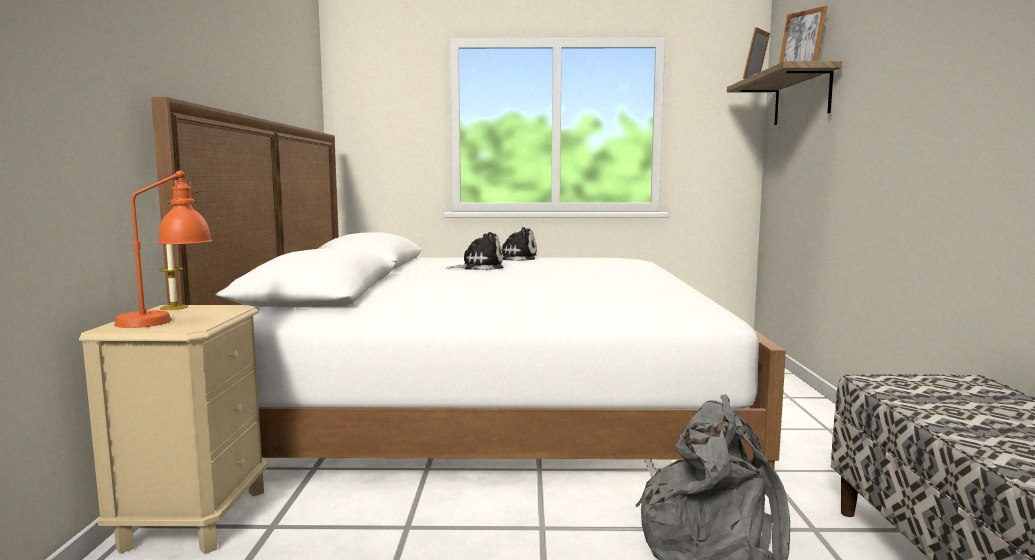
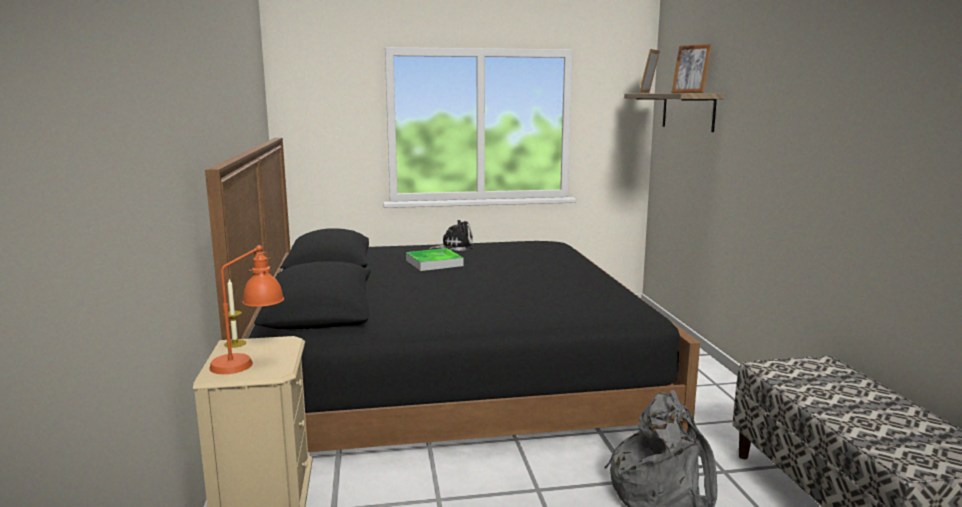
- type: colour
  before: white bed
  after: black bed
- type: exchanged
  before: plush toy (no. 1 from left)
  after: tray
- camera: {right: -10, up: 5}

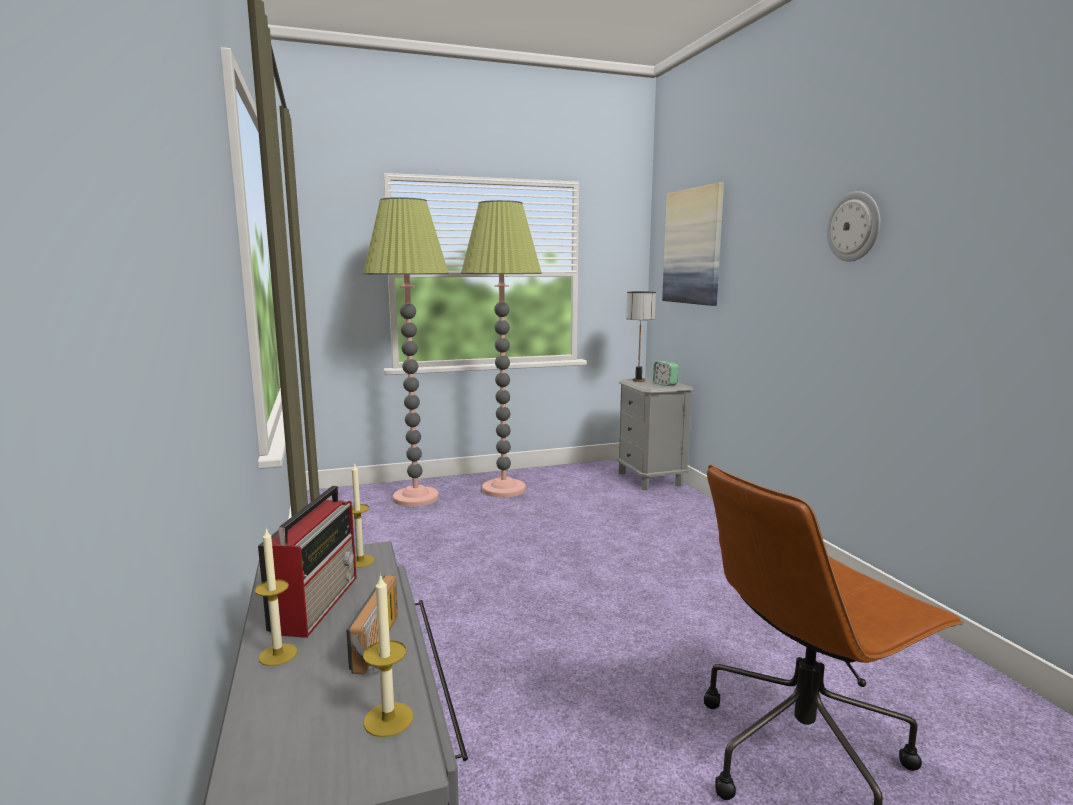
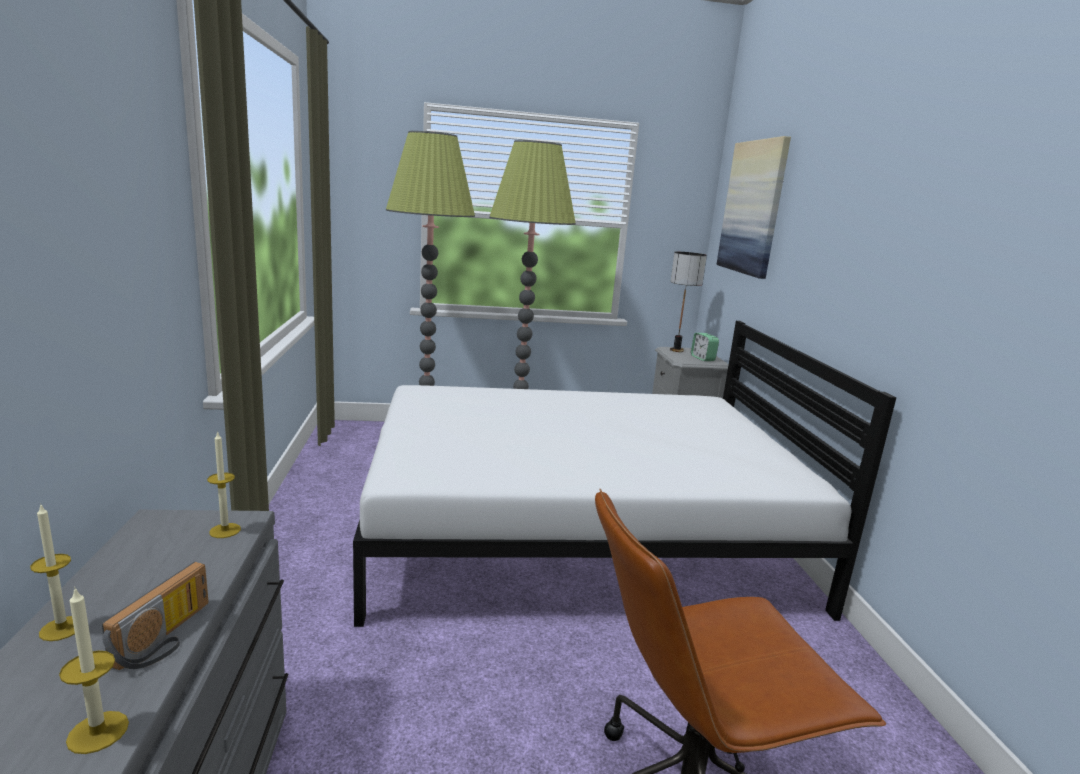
- type: missing
  before: radio (no. 1 from left)
- type: missing
  before: wall clock
- type: appeared
  after: white bed
- camera: {right: 10, up: 5}

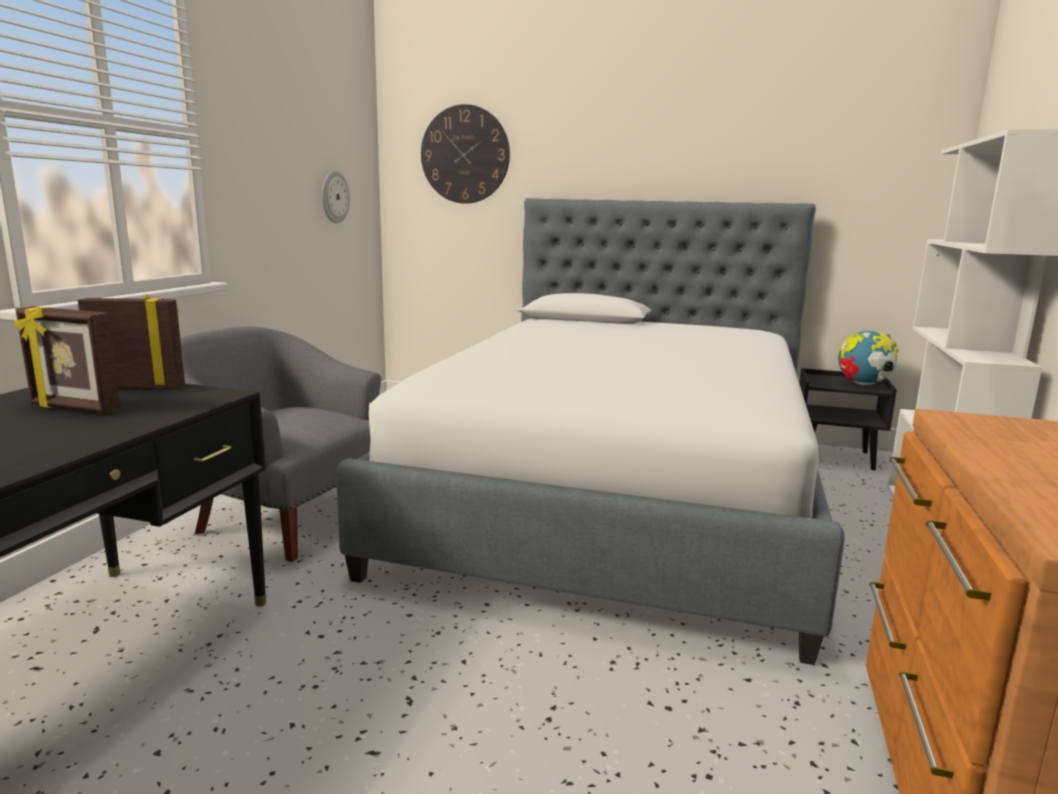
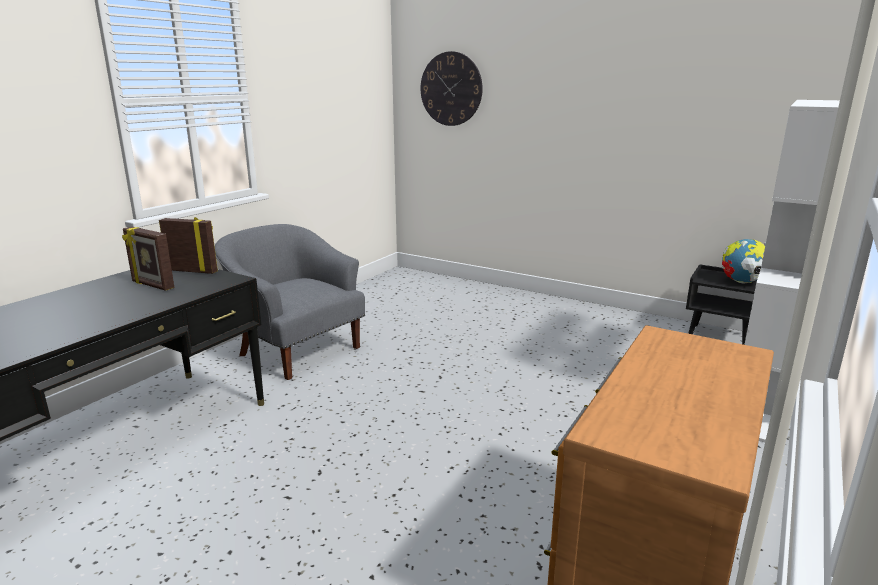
- type: missing
  before: wall clock (no. 1 from left)
- type: missing
  before: bed
- camera: {right: 15, up: 5}

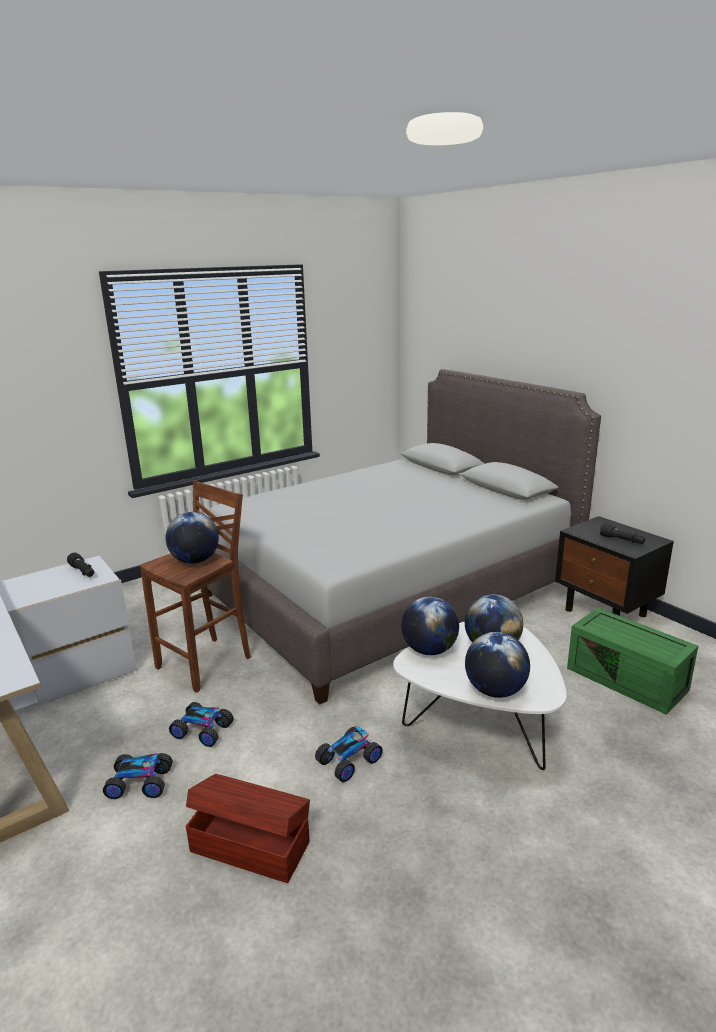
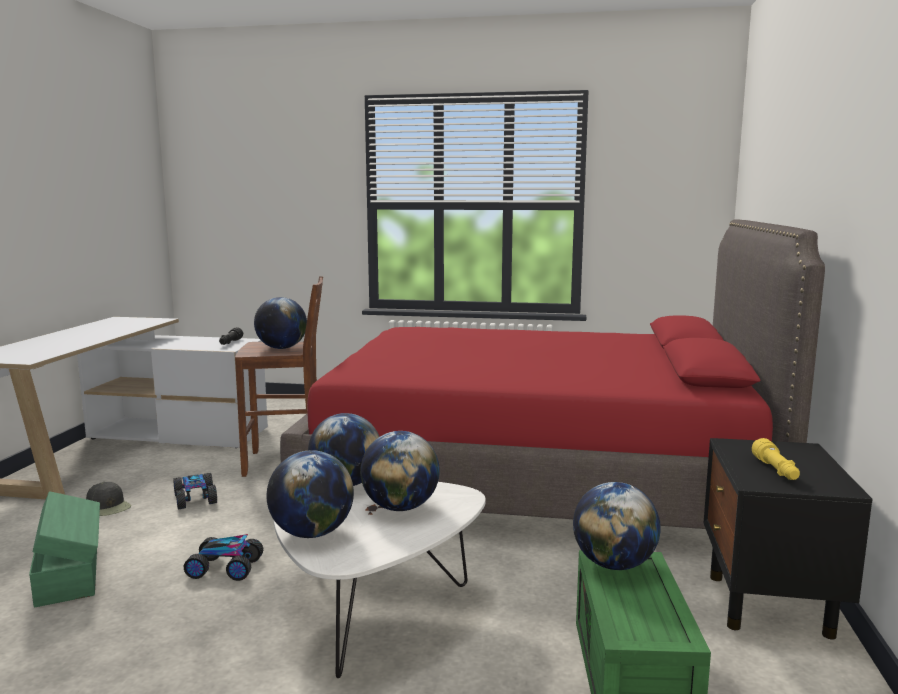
- type: exchanged
  before: toy car (no. 1 from left)
  after: black cap
- type: colour
  before: brown storage box
  after: green storage box (no. 1 from left)
- type: colour
  before: grey bed
  after: red bed
- type: colour
  before: black flashlight (no. 2 from left)
  after: yellow flashlight
- type: appeared
  after: globe (no. 5 from left)
- camera: {right: 45, up: -10}

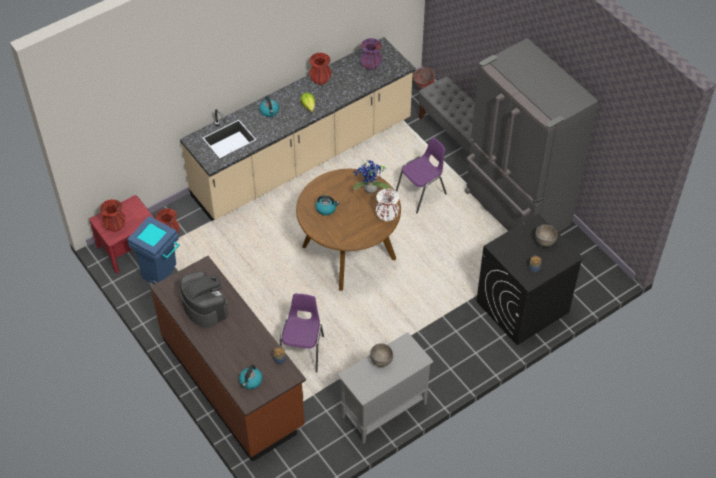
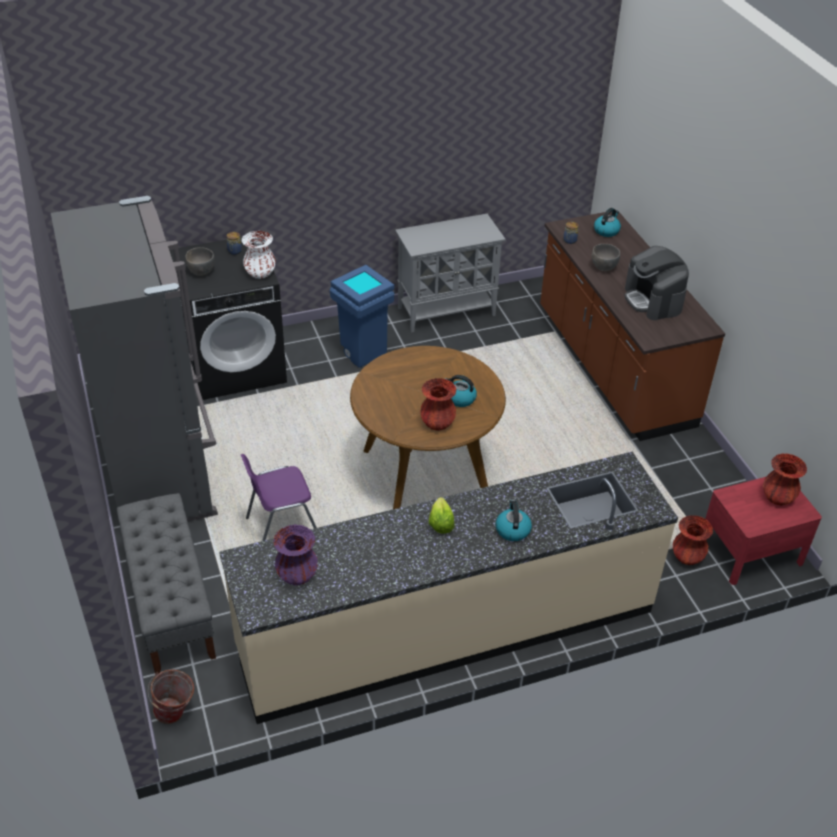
- type: relocated
  before: blue trash can
- type: missing
  before: purple chair (no. 1 from left)
- type: relocated
  before: red vase (no. 3 from left in the first image)
  after: red vase (no. 1 from left)
- type: missing
  before: potted plant
- type: relocated
  before: grey bowl (no. 1 from left in the first image)
  after: grey bowl (no. 2 from left)
- type: relocated
  before: white vase
- camera: {right: -165, up: -10}

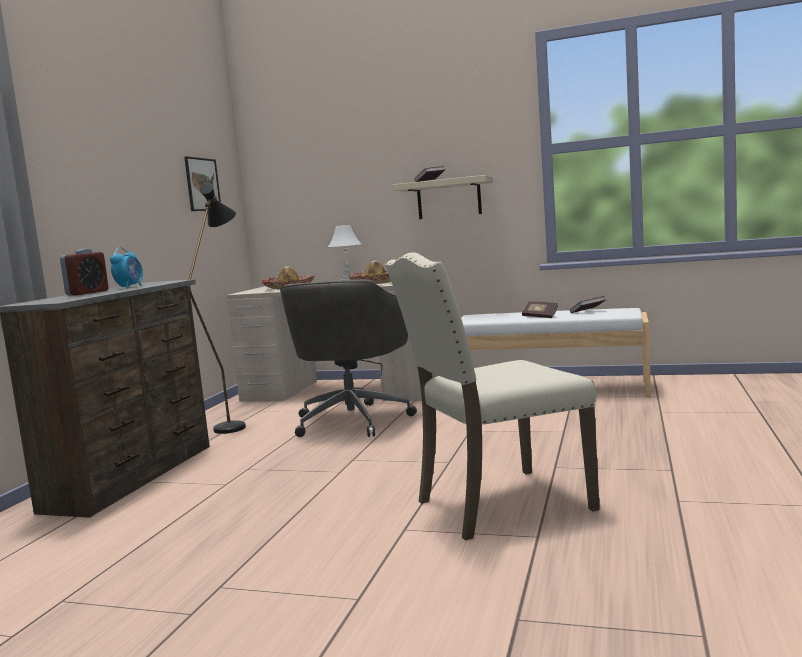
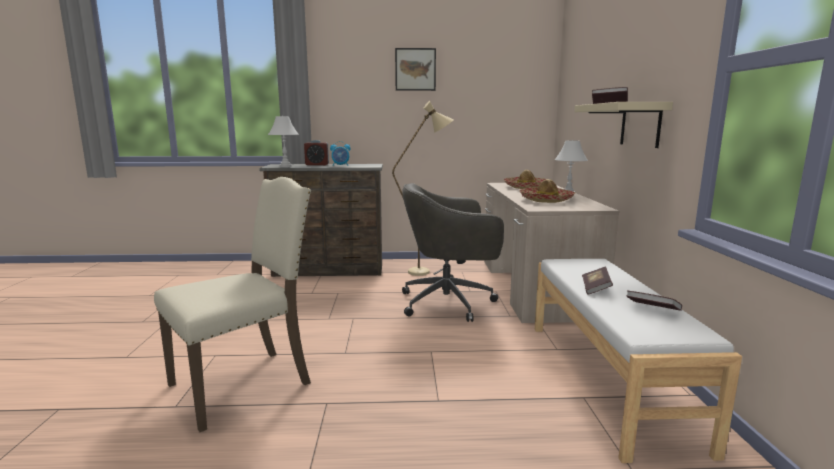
- type: relocated
  before: picture
- type: colour
  before: black floor lamp
  after: beige floor lamp
- type: spun
  before: beige chair
  turn: 90
- type: appeared
  after: white table lamp (no. 1 from left)
- camera: {right: 70, up: 5}

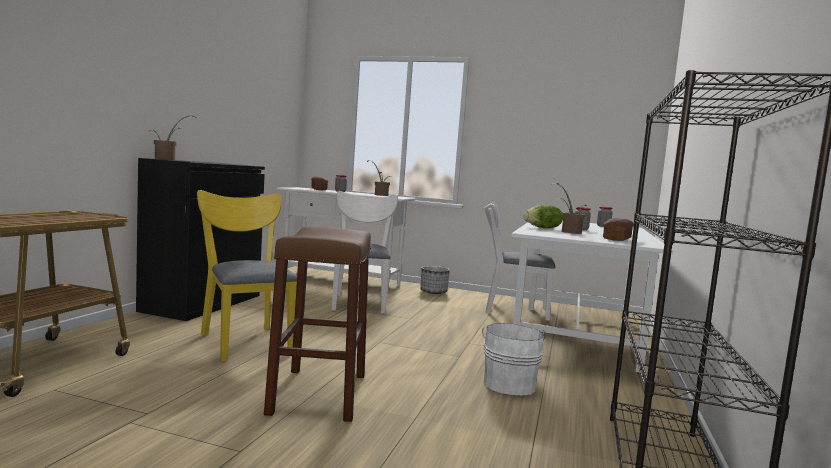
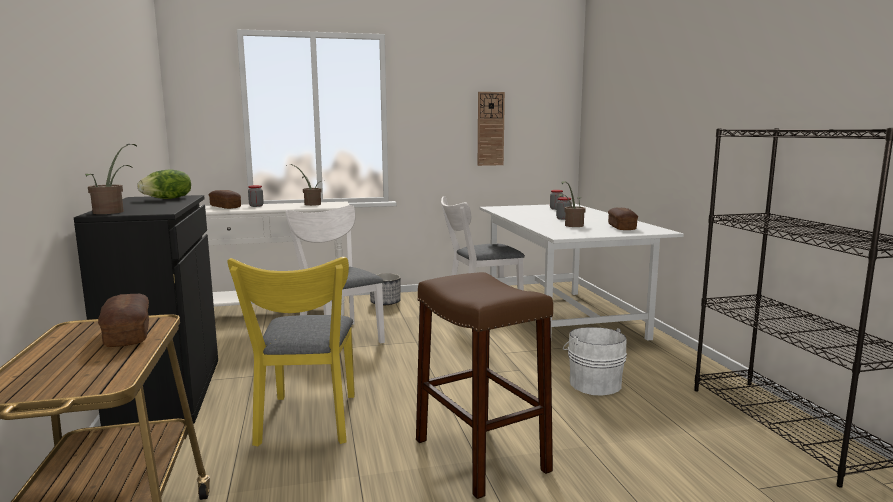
- type: spun
  before: yellow chair
  turn: -120
- type: relocated
  before: lettuce
- type: appeared
  after: bread (no. 1 from left)
- type: appeared
  after: wall clock
- camera: {right: -30, up: 5}

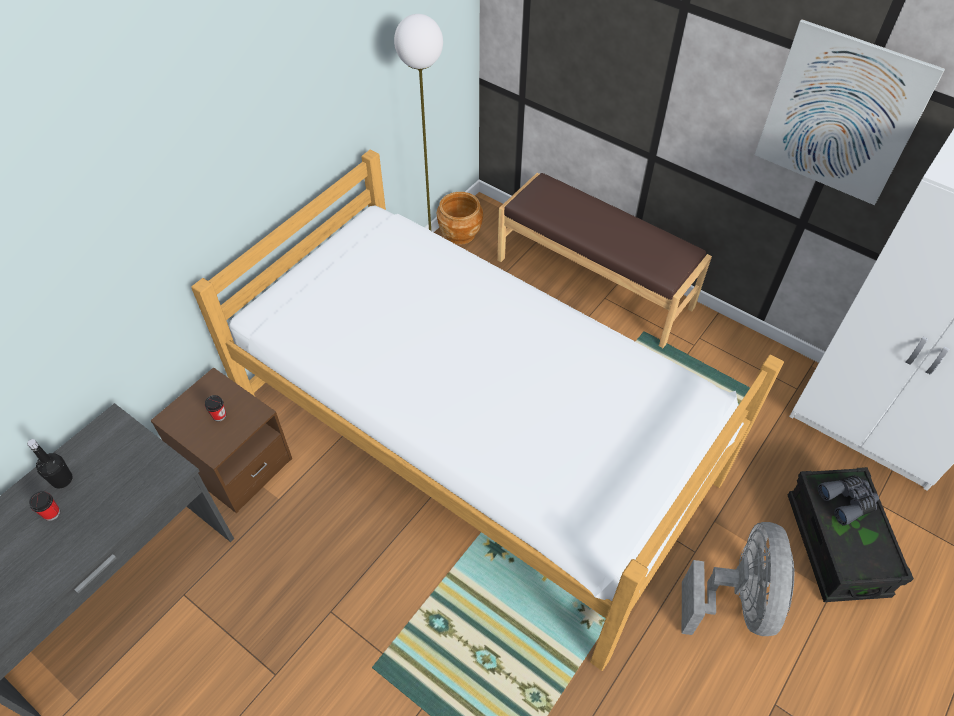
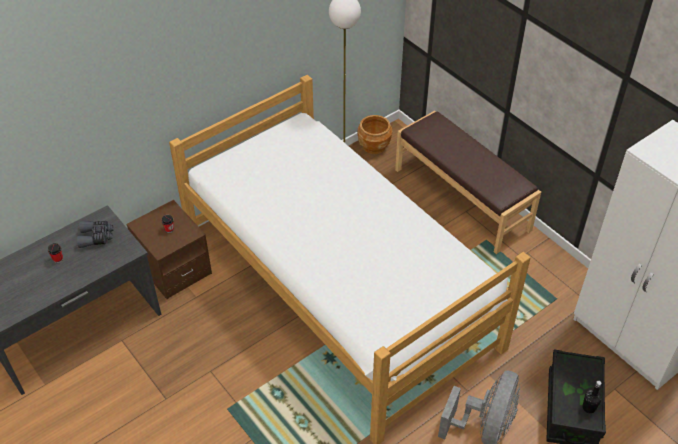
- type: relocated
  before: black bottle
- type: missing
  before: picture
- type: relocated
  before: grey binoculars
- camera: {right: 15, up: -5}

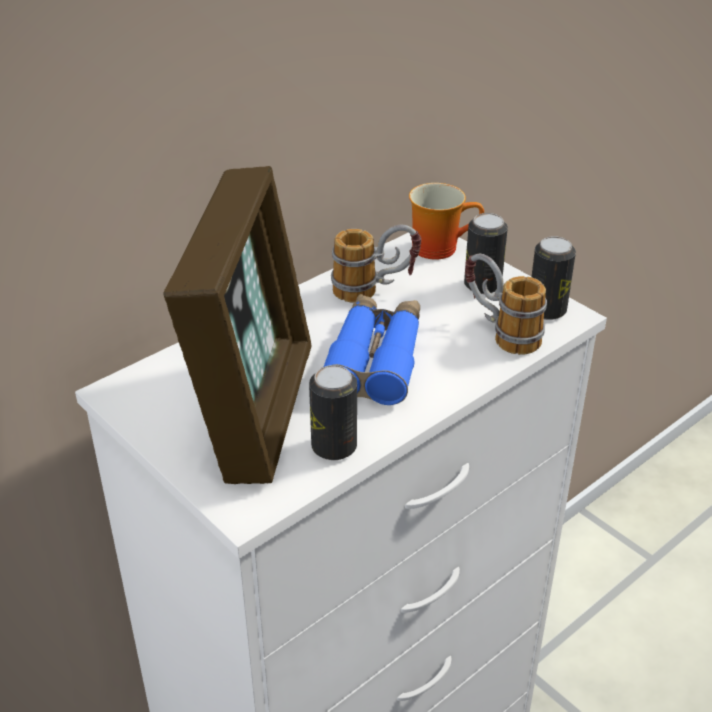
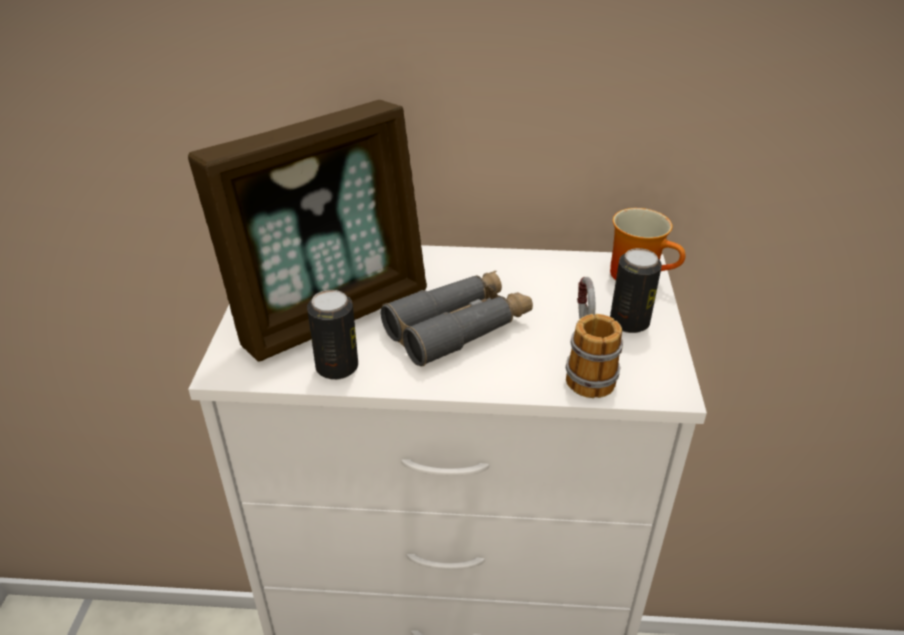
- type: colour
  before: blue binoculars
  after: grey binoculars
- type: missing
  before: mug (no. 1 from left)
- type: missing
  before: can (no. 3 from left)
- camera: {right: 45, up: 0}

